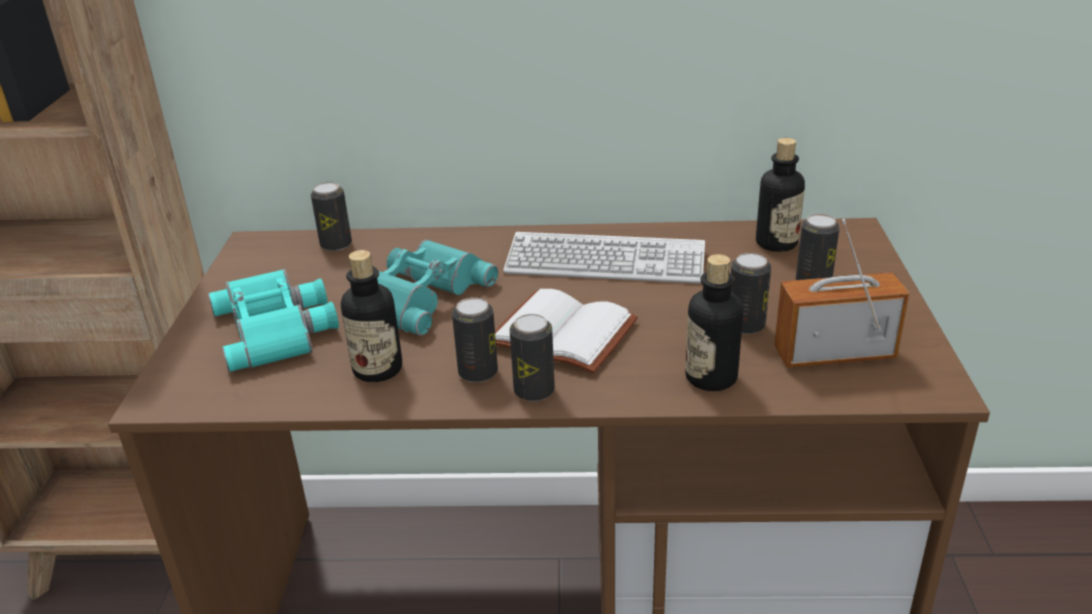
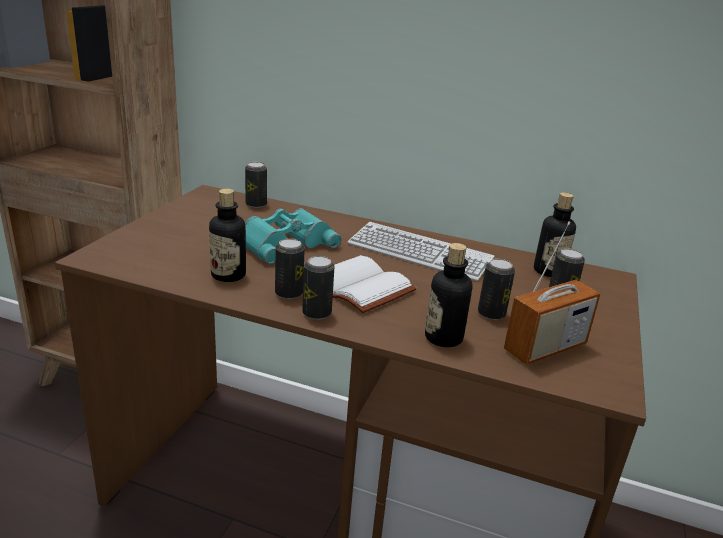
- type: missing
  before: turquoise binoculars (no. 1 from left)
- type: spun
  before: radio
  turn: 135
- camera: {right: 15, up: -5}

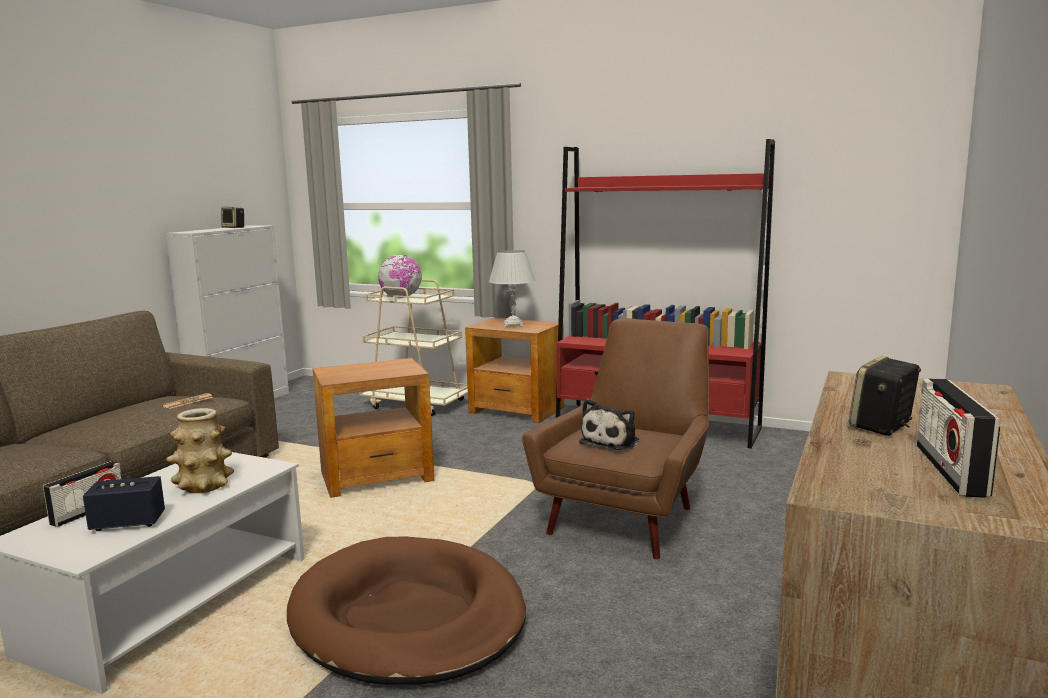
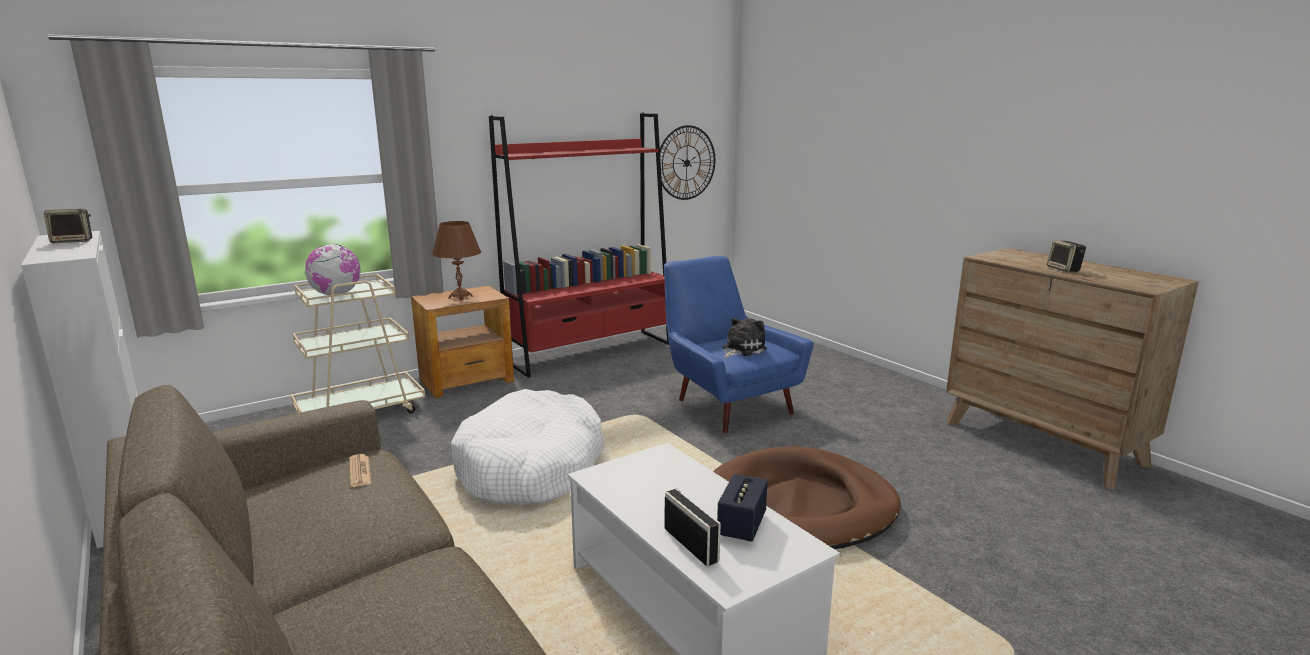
- type: missing
  before: vase
- type: exchanged
  before: brown side table (no. 1 from left)
  after: white dog bed
- type: colour
  before: white table lamp
  after: brown table lamp
- type: colour
  before: brown armchair
  after: blue armchair
- type: spun
  before: plush toy
  turn: -105
- type: missing
  before: radio (no. 2 from left)
- type: appeared
  after: wall clock
- camera: {right: -60, up: 5}

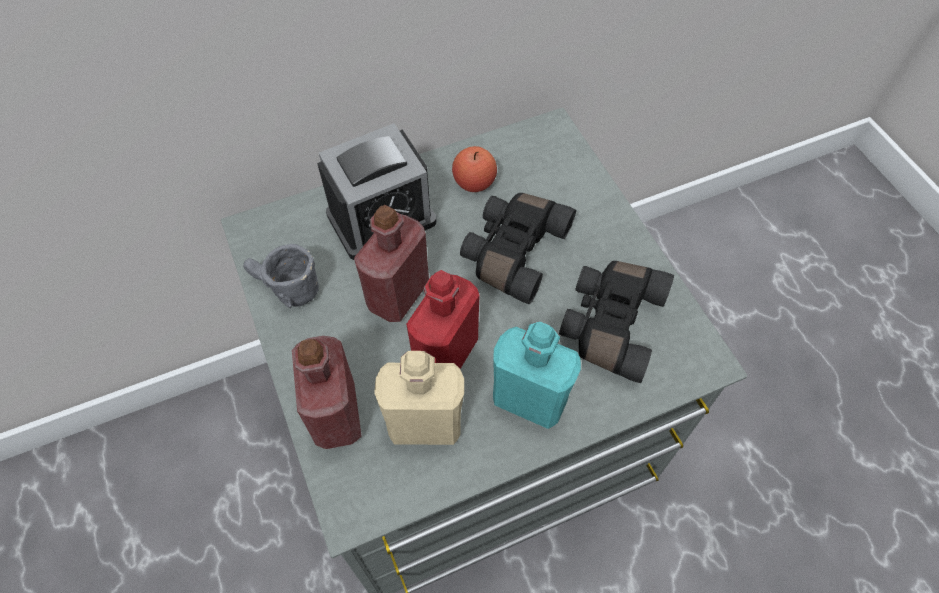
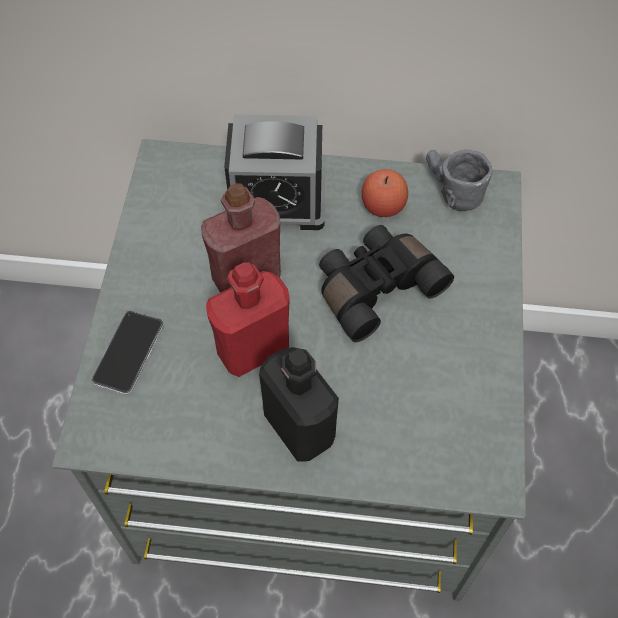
- type: relocated
  before: grey mug
- type: exchanged
  before: red bottle (no. 1 from left)
  after: phone
- type: missing
  before: beige bottle
- type: colour
  before: turquoise bottle
  after: black bottle
- type: missing
  before: black binoculars (no. 2 from left)
- camera: {right: 30, up: 0}

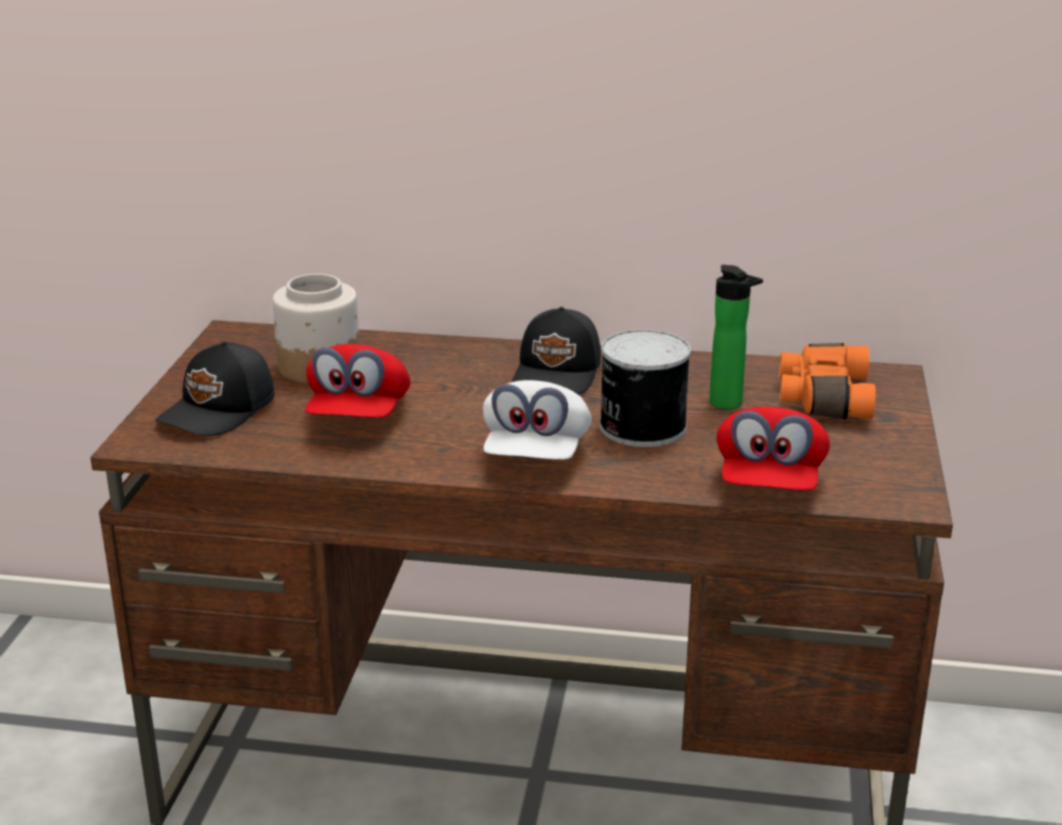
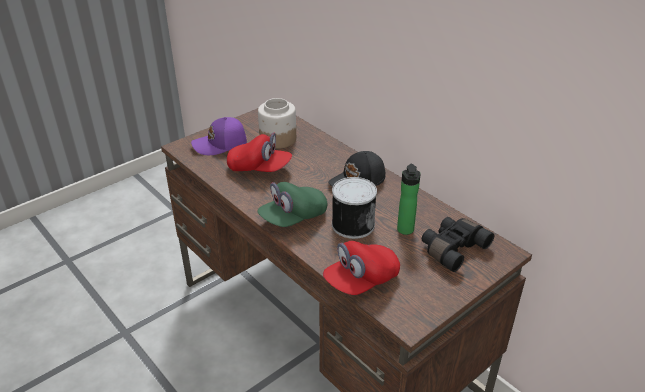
- type: colour
  before: black cap (no. 1 from left)
  after: purple cap
- type: spun
  before: red cap (no. 1 from left)
  turn: -120
- type: colour
  before: white cap
  after: green cap
- type: colour
  before: orange binoculars
  after: black binoculars
- camera: {right: 40, up: 10}

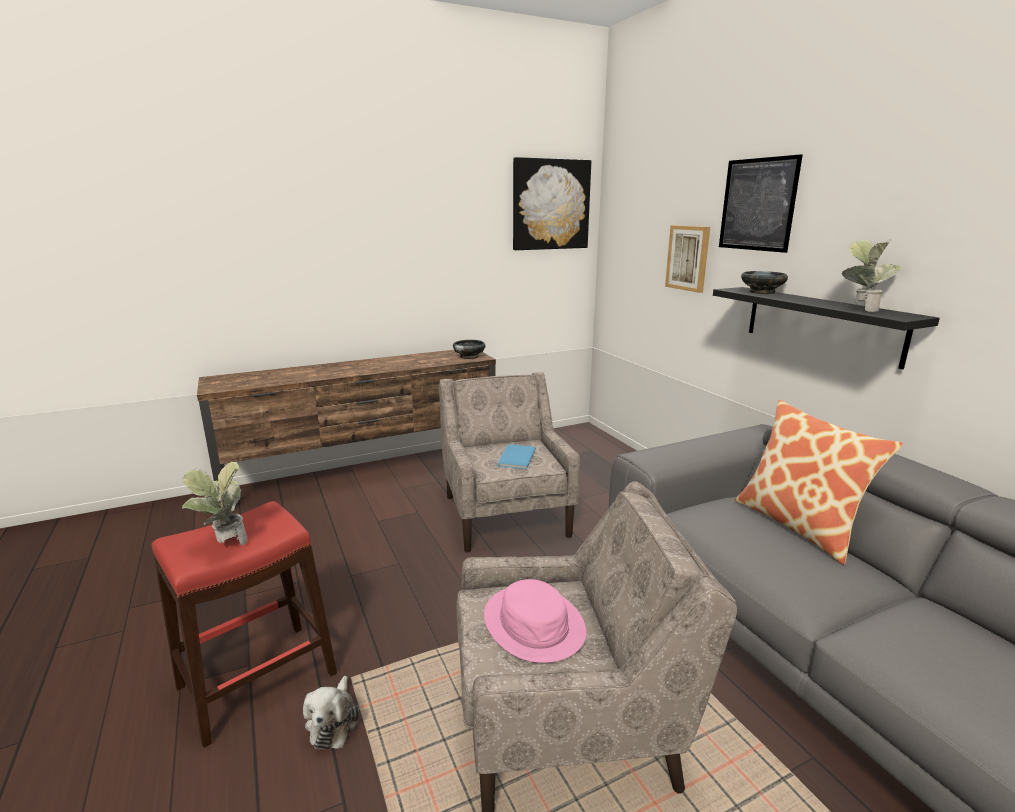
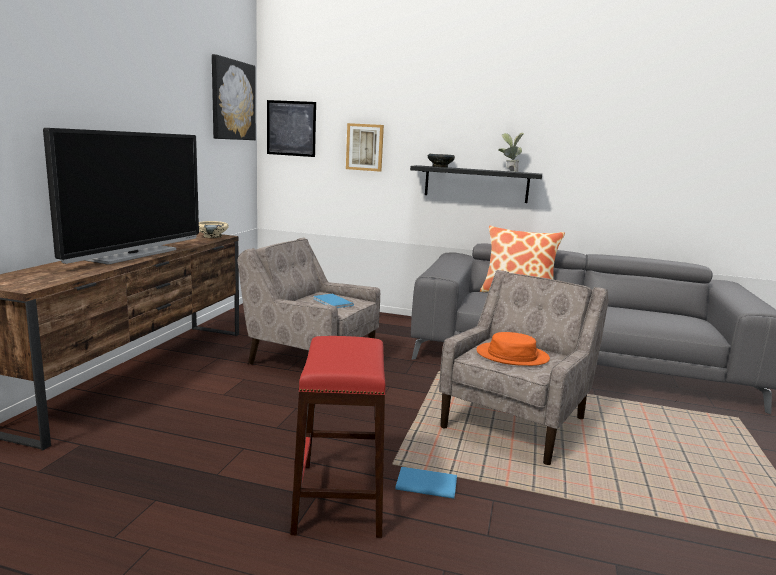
- type: missing
  before: potted plant (no. 1 from left)
- type: exchanged
  before: plush toy
  after: blue book (no. 2 from left)
- type: colour
  before: black bowl (no. 1 from left)
  after: beige bowl
- type: colour
  before: pink hat
  after: orange hat
- type: relocated
  before: picture (no. 3 from left in the first image)
  after: picture (no. 2 from left)
- type: appeared
  after: television
- camera: {right: -50, up: -5}

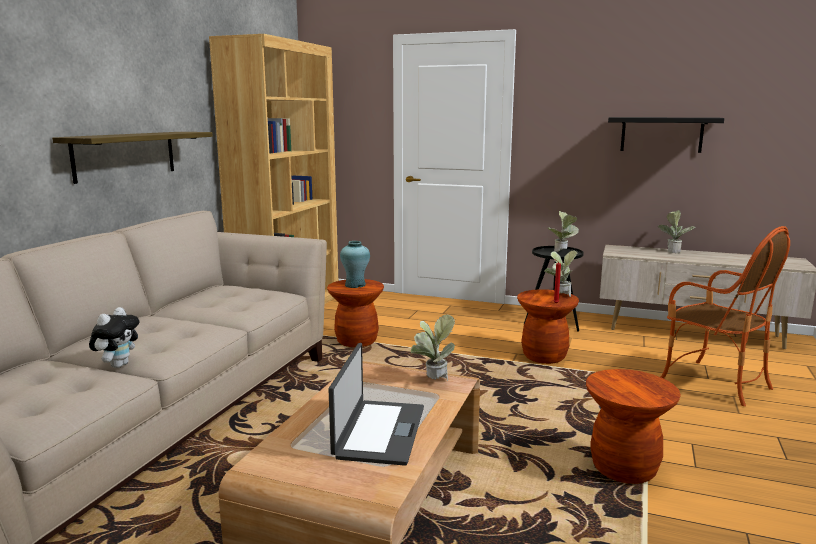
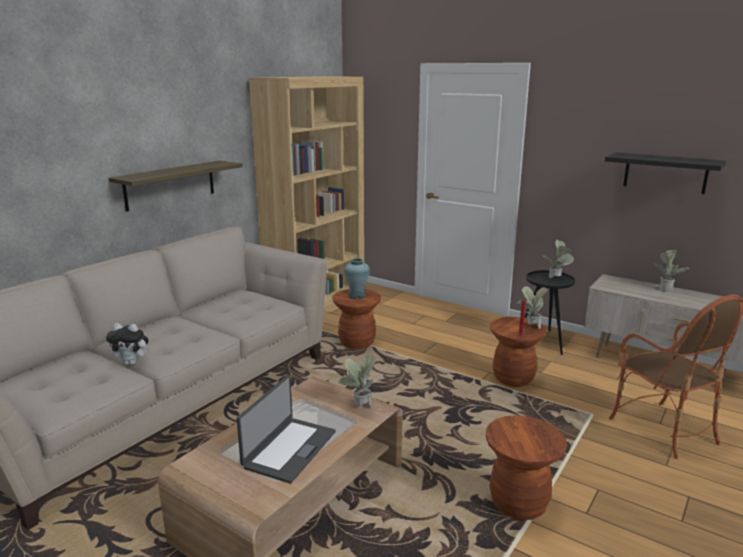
- type: spun
  before: plush toy
  turn: 60
- camera: {right: 15, up: 5}

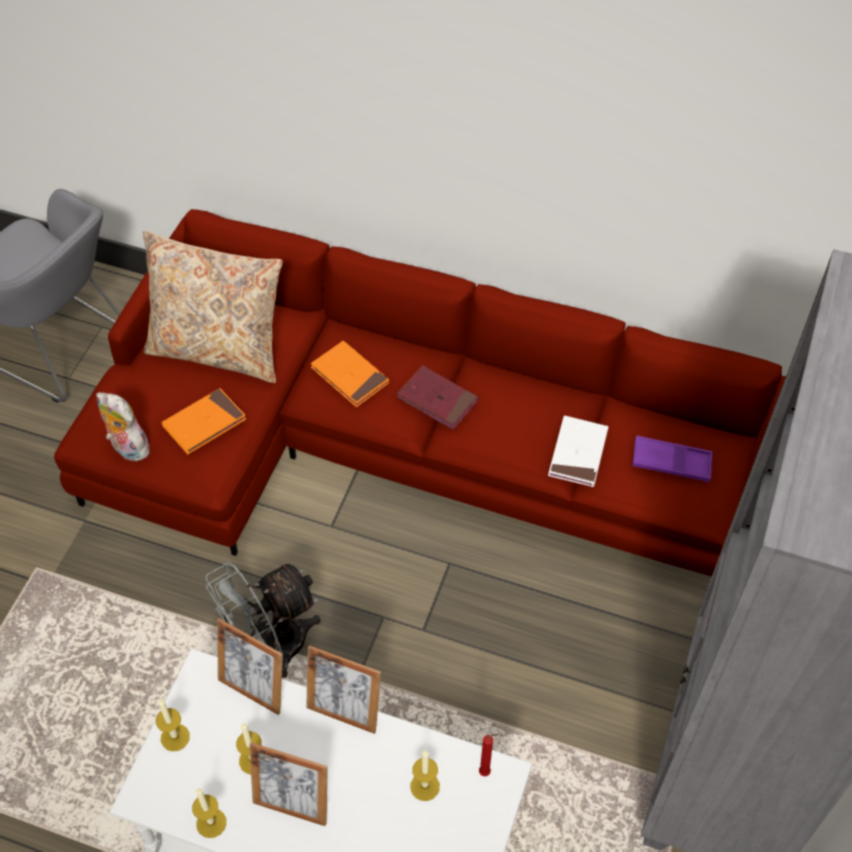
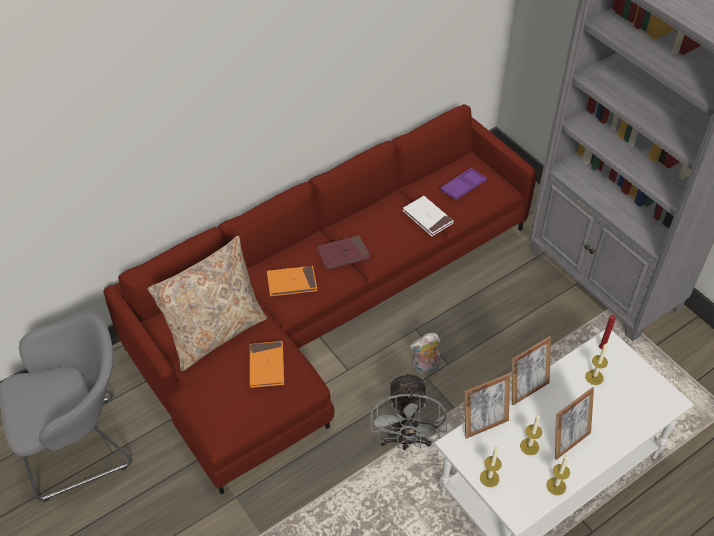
- type: relocated
  before: plush toy
- camera: {right: -55, up: -5}

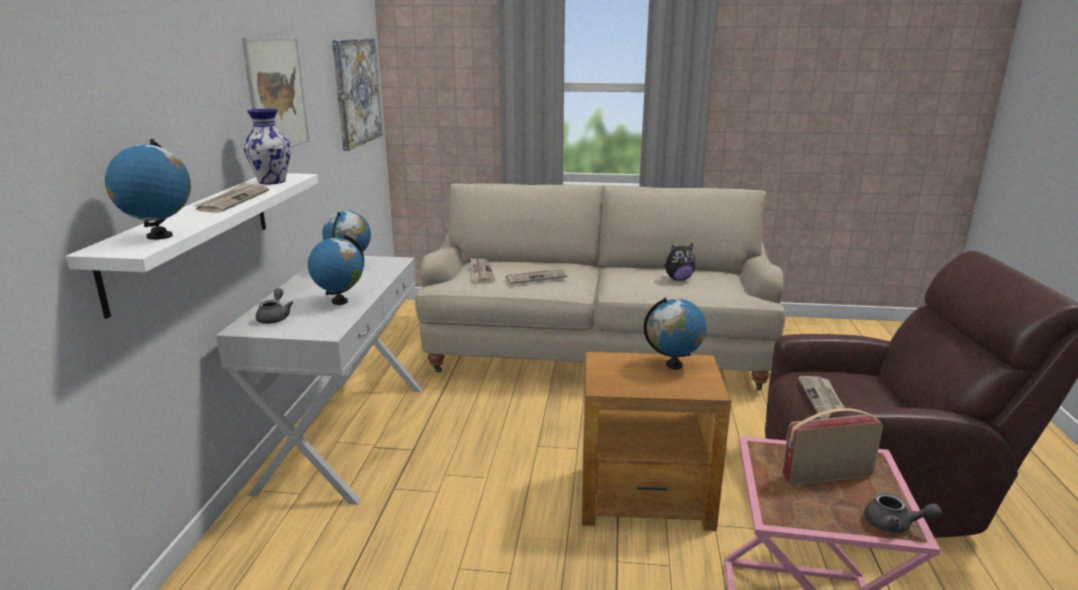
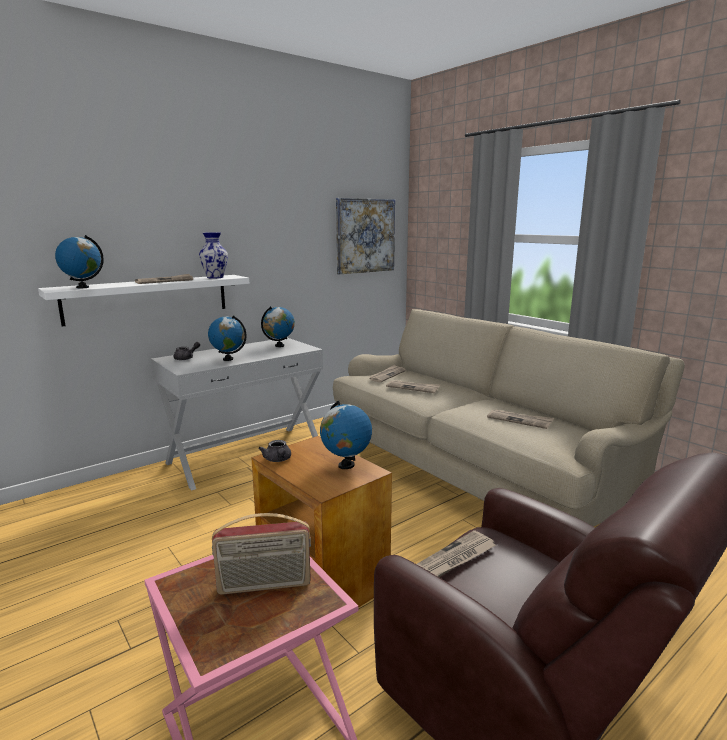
- type: missing
  before: picture (no. 1 from left)
- type: exchanged
  before: plush toy
  after: newspaper (no. 5 from left)
- type: spun
  before: radio
  turn: 135
- type: relocated
  before: grey teapot (no. 2 from left)
- camera: {right: 45, up: -5}

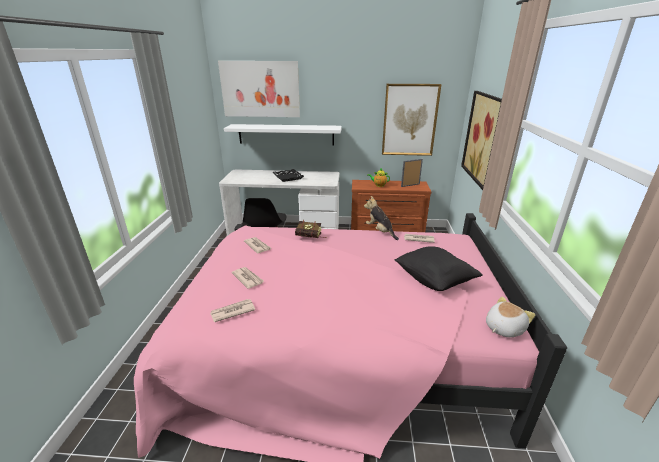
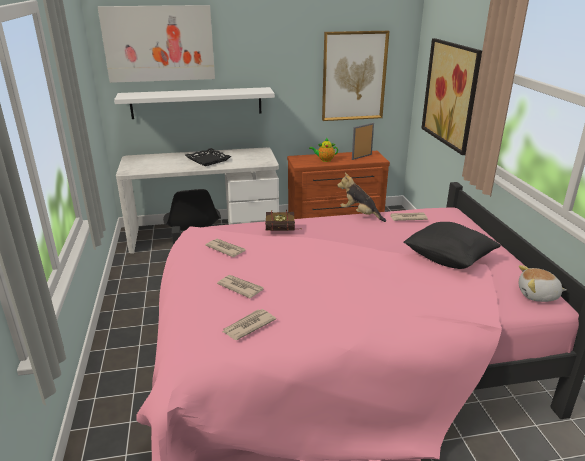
- type: spun
  before: plush toy (no. 2 from left)
  turn: -120
- camera: {right: -15, up: 0}

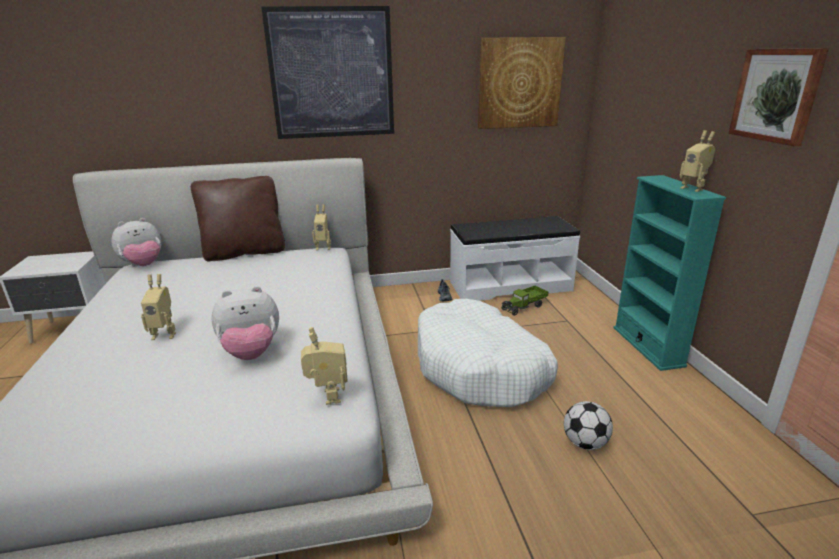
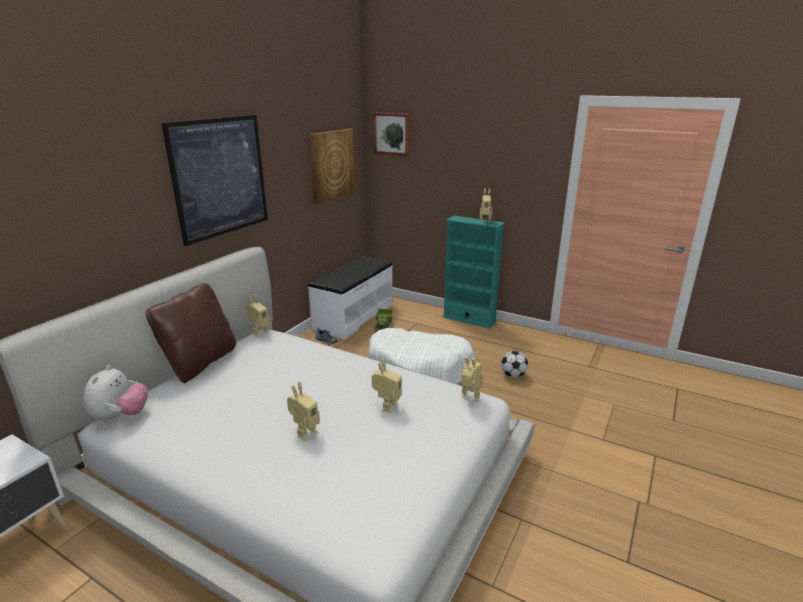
- type: exchanged
  before: plush toy (no. 2 from left)
  after: toy robot (no. 3 from left)
- type: relocated
  before: picture (no. 3 from left)
- camera: {right: -50, up: 0}

